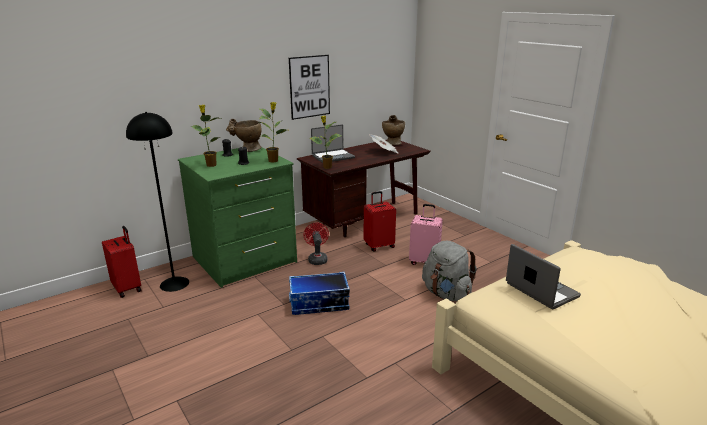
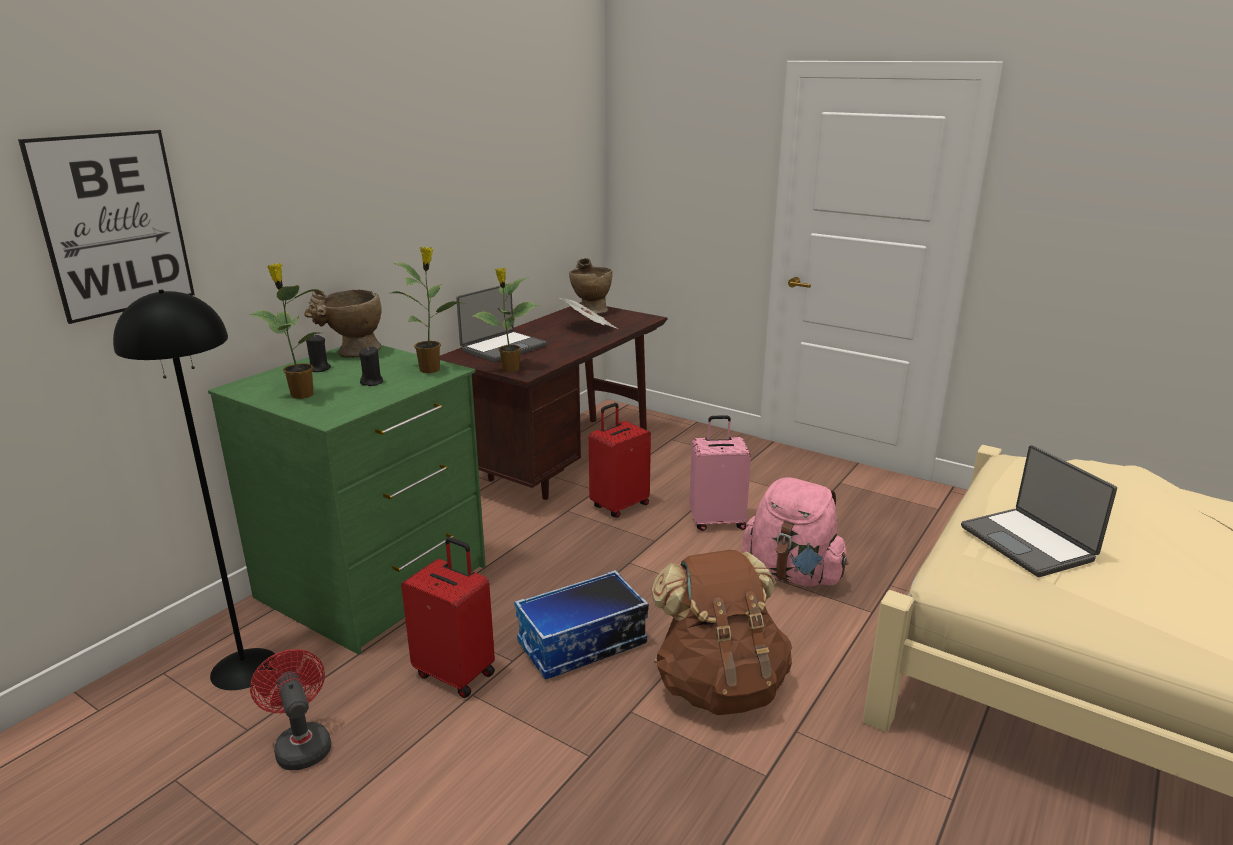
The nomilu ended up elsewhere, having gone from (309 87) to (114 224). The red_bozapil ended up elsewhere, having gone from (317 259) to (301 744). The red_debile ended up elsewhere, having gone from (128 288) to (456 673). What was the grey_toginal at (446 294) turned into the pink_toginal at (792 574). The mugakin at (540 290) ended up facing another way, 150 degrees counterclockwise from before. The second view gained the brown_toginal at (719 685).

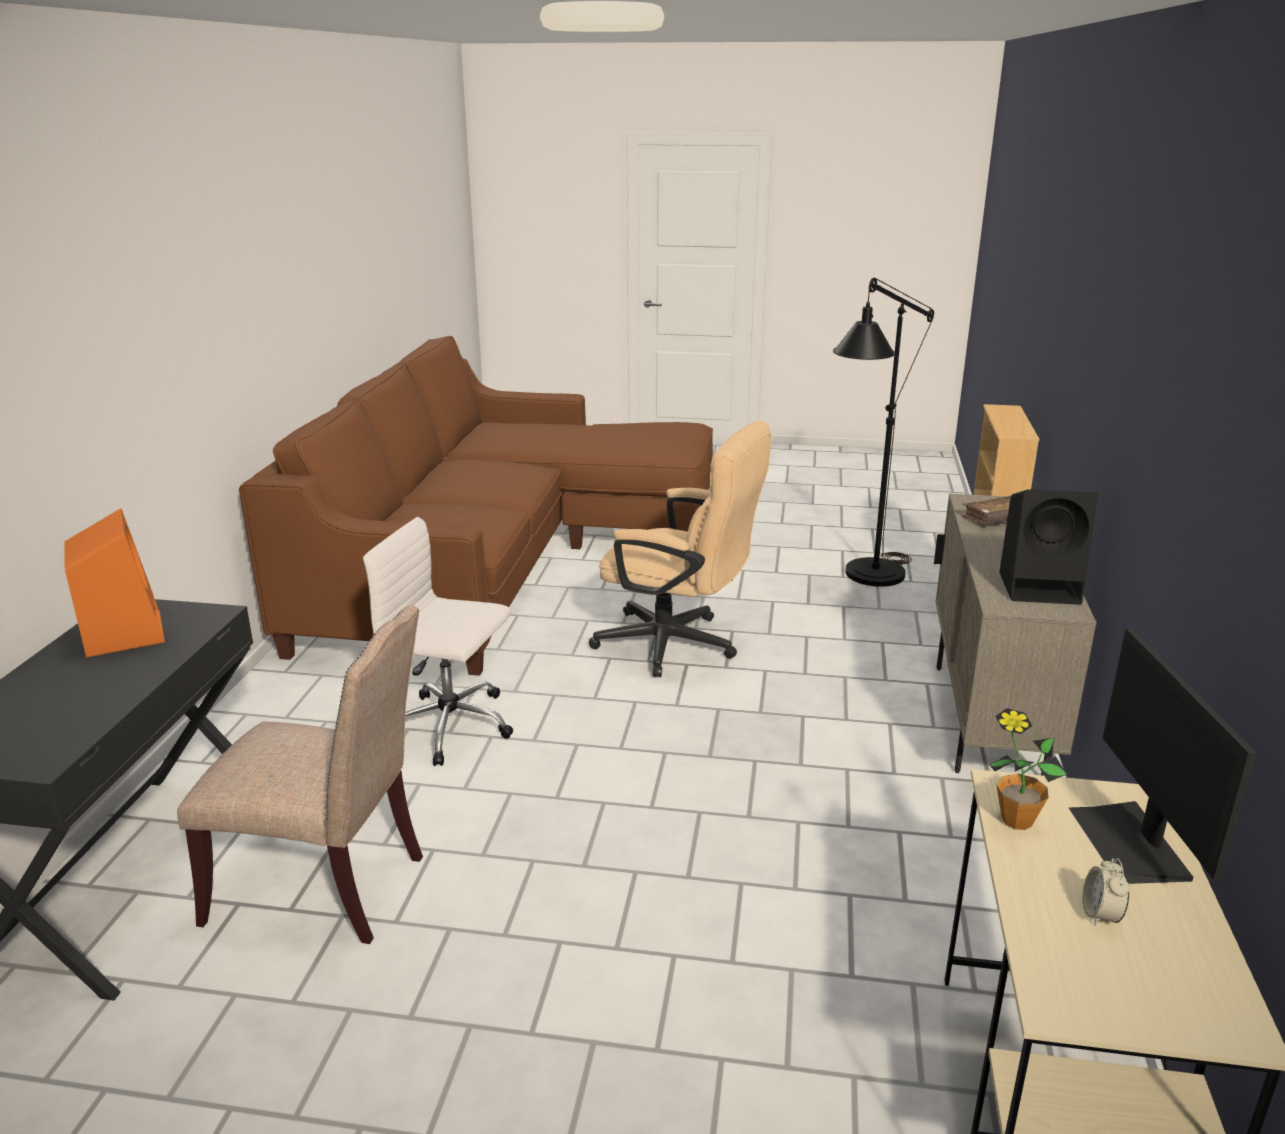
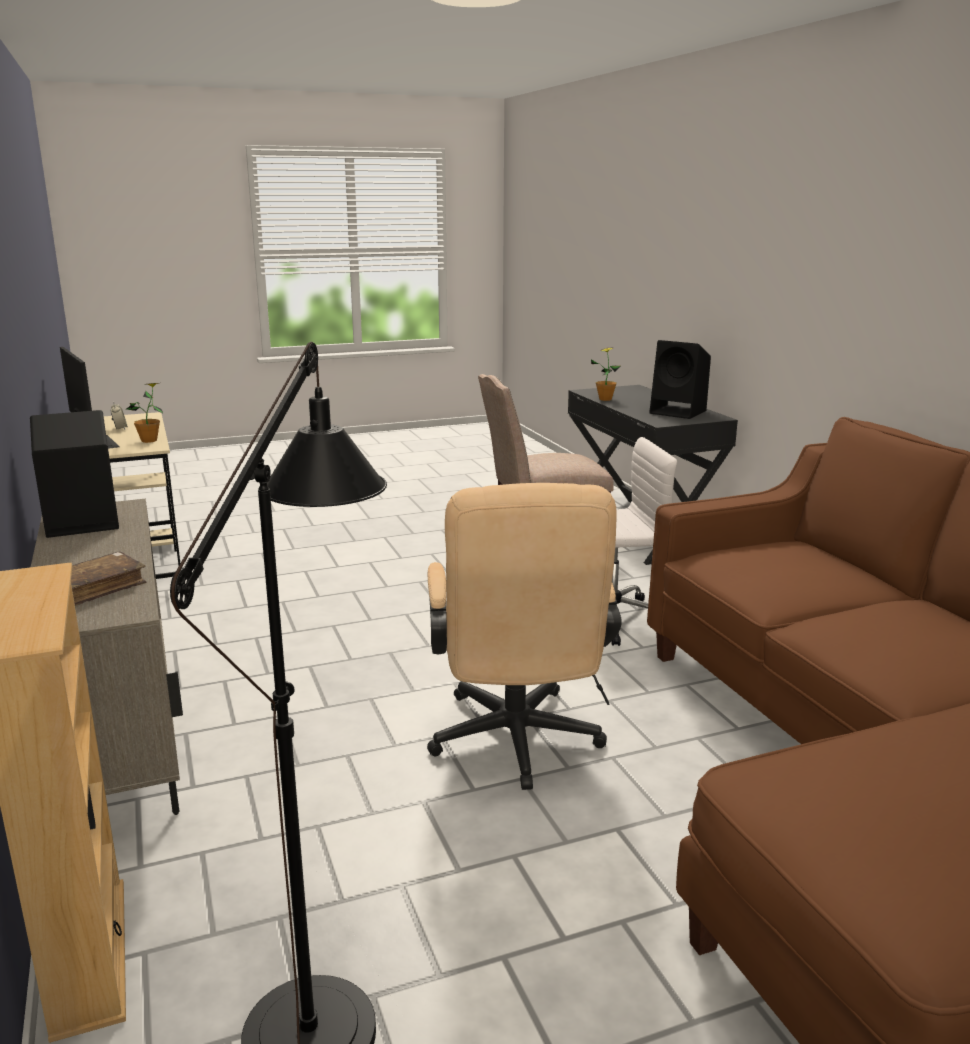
The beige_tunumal at (678 646) ended up facing another way, 90 degrees counterclockwise from before. What was the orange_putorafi at (123 633) turned into the black_putorafi at (679 412). The second view gained the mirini at (605 399).

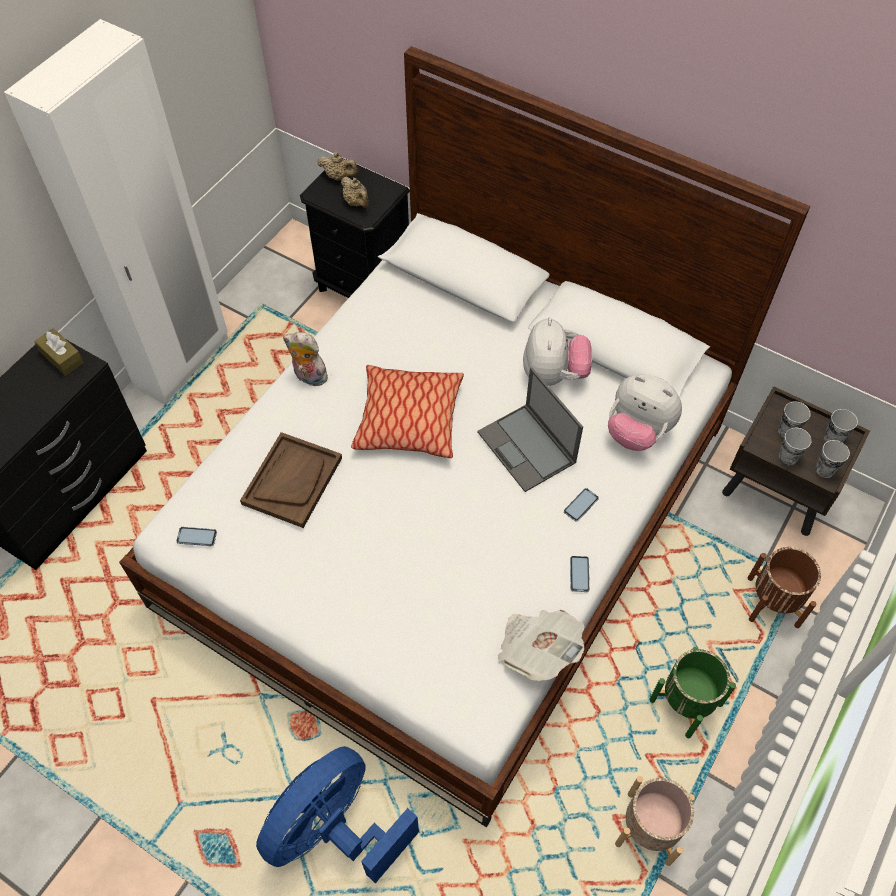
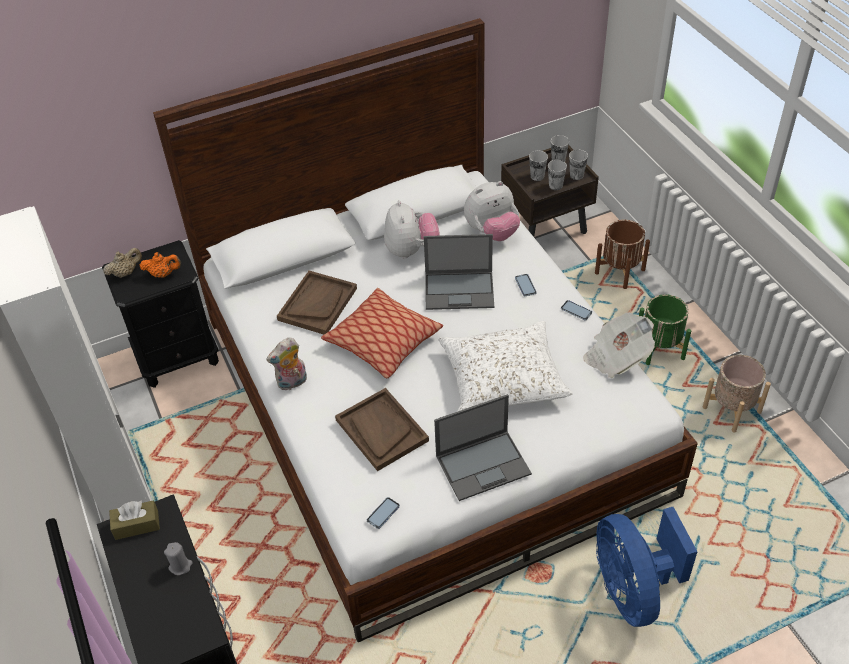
What was the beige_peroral at (357 203) turned into the orange_peroral at (163 274). The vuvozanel at (553 374) ended up facing another way, 45 degrees clockwise from before. The second view gained the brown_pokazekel at (317 304). The second view gained the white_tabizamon at (503 378). The second view gained the mugakin at (484 464). The second view gained the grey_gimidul at (180 566).

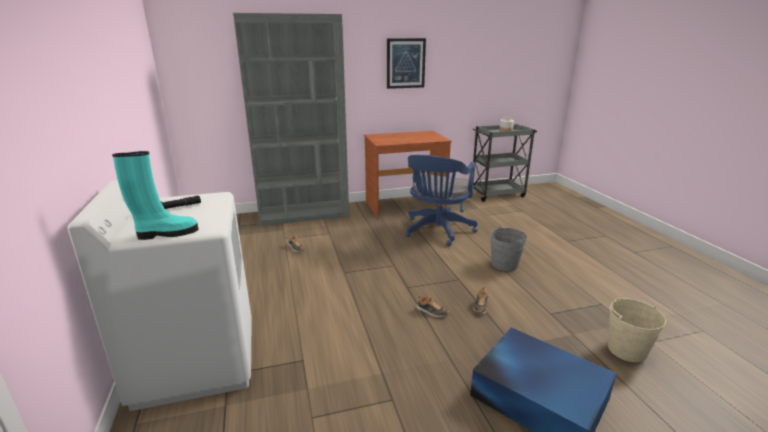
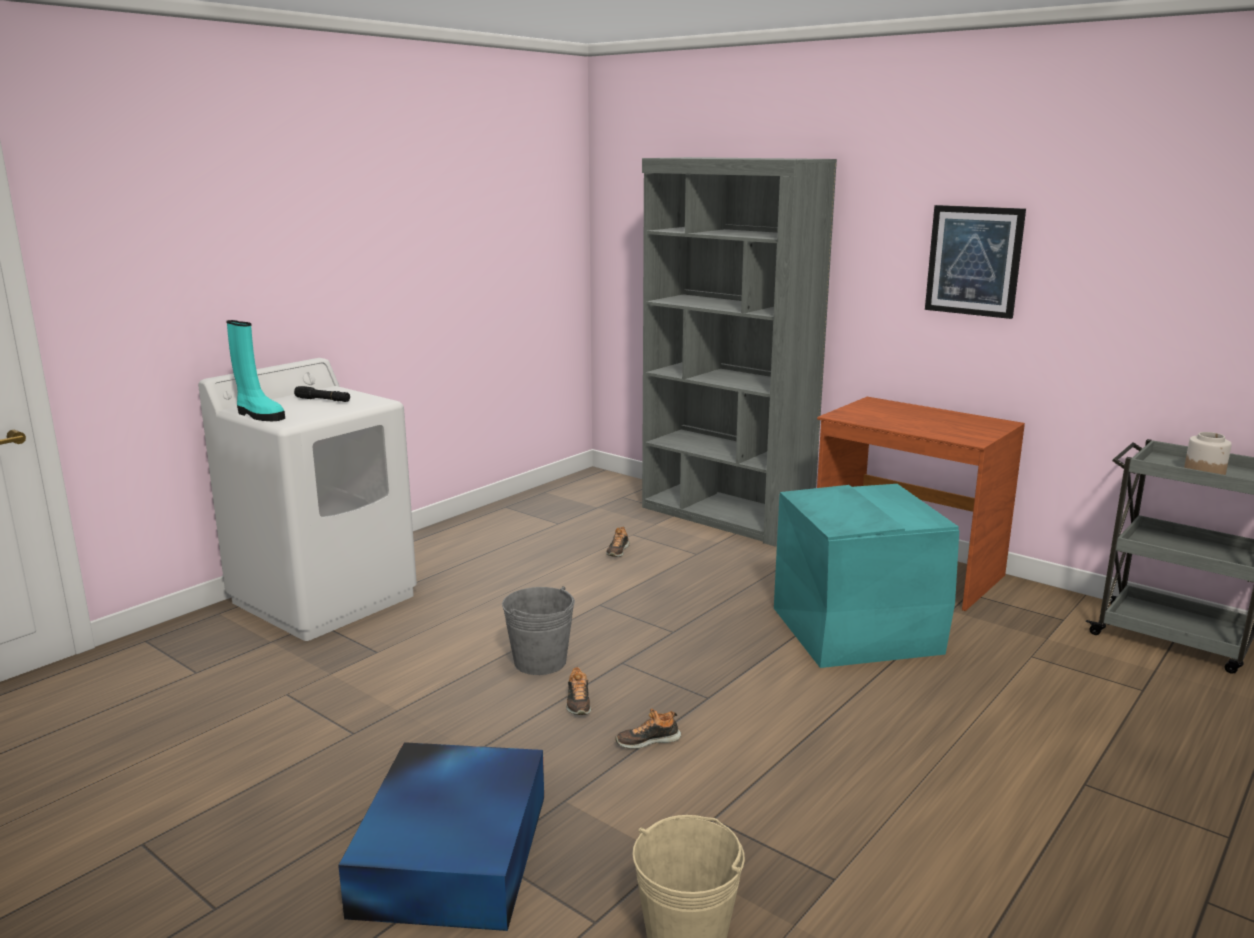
Where the blue_tunumal stood at (437 231), the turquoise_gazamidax came to stand at (856 629). The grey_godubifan ended up elsewhere, having gone from (504 264) to (540 662).

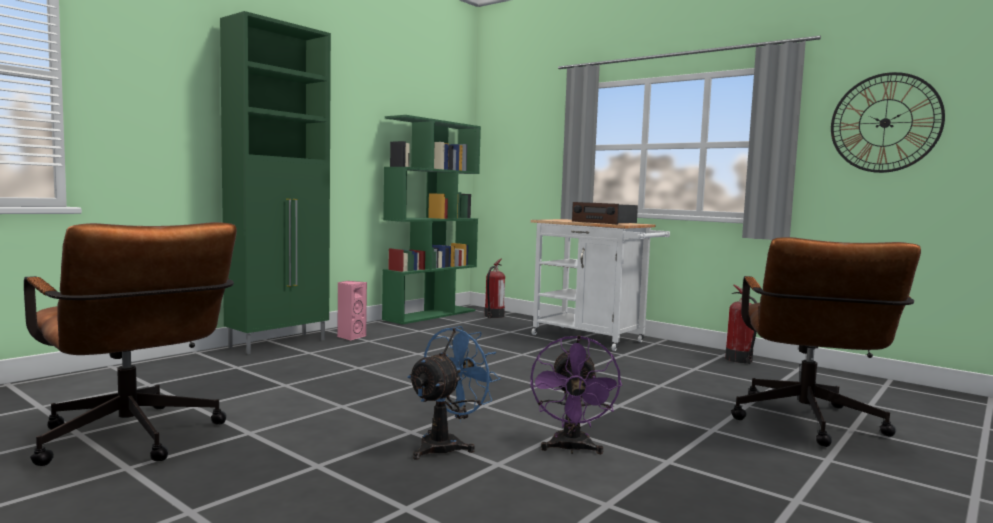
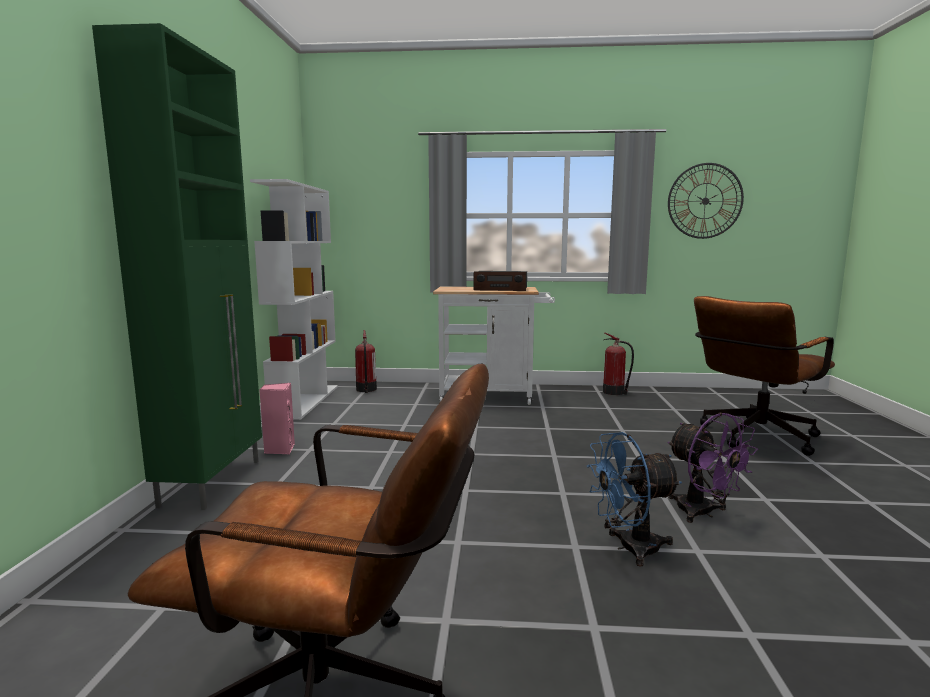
What was the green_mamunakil at (430 315) turned into the white_mamunakil at (305 401). The brown_tunumal at (807 425) ended up facing another way, 75 degrees clockwise from before. The blue_bozapil at (447 445) ended up facing another way, 105 degrees counterclockwise from before.

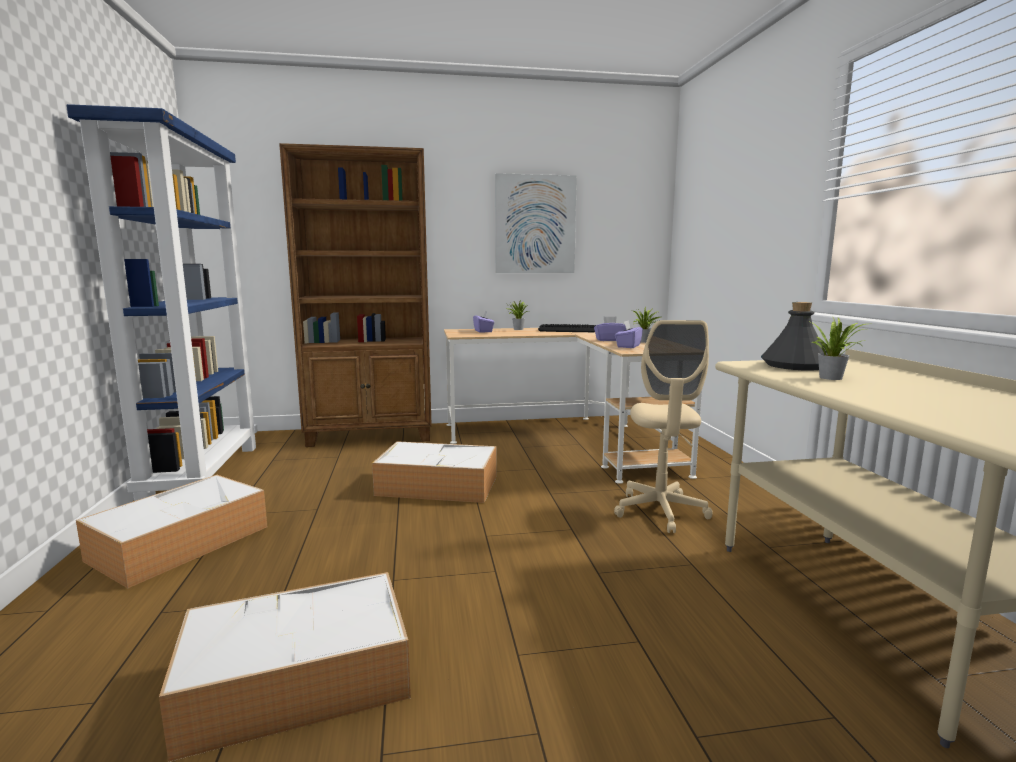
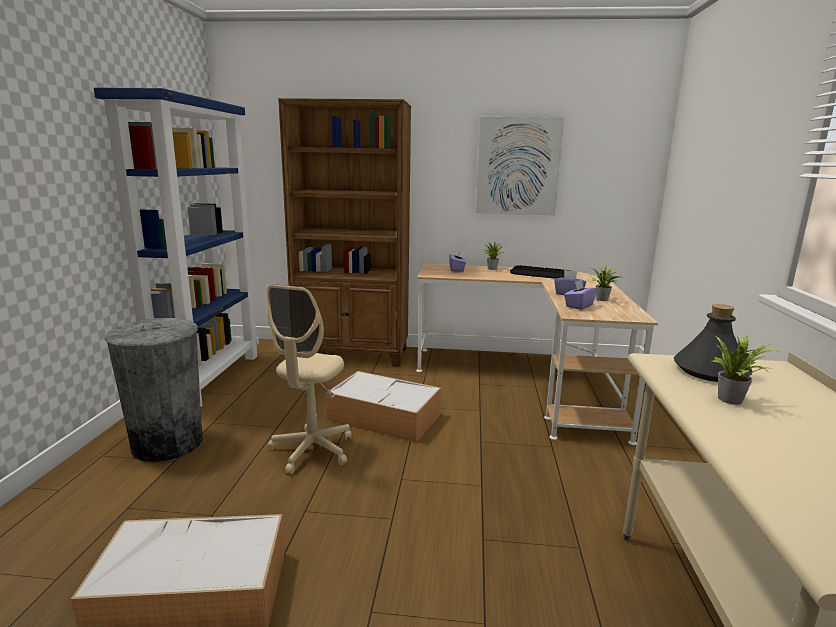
The beige_tunumal ended up elsewhere, having gone from (660 511) to (312 450). Where the gazamidax stood at (182 542), the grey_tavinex came to stand at (168 443).

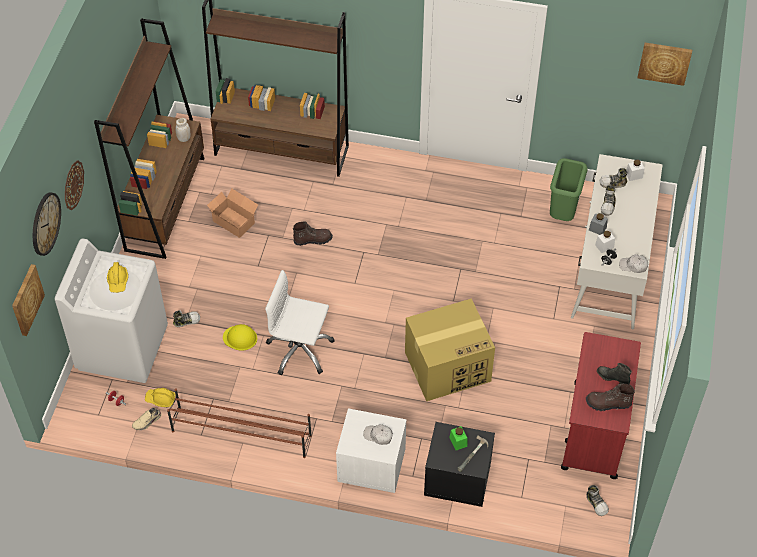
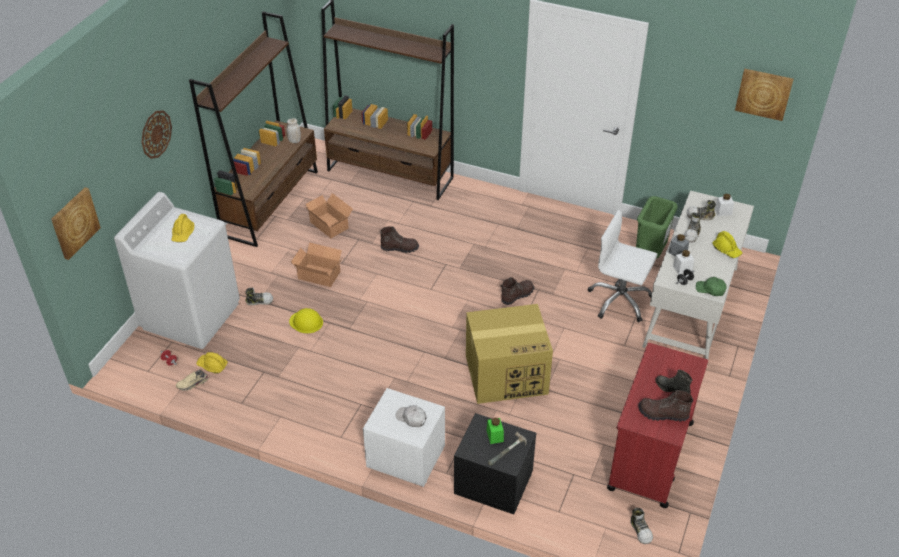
The second view lost the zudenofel at (45 223). What was the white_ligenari at (633 266) turned into the green_ligenari at (710 289). The white_tunumal ended up elsewhere, having gone from (299 350) to (620 300). The second view lost the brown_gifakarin at (241 433). The second view gained the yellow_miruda at (726 250). The second view gained the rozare at (319 274). The second view gained the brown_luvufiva at (516 295).

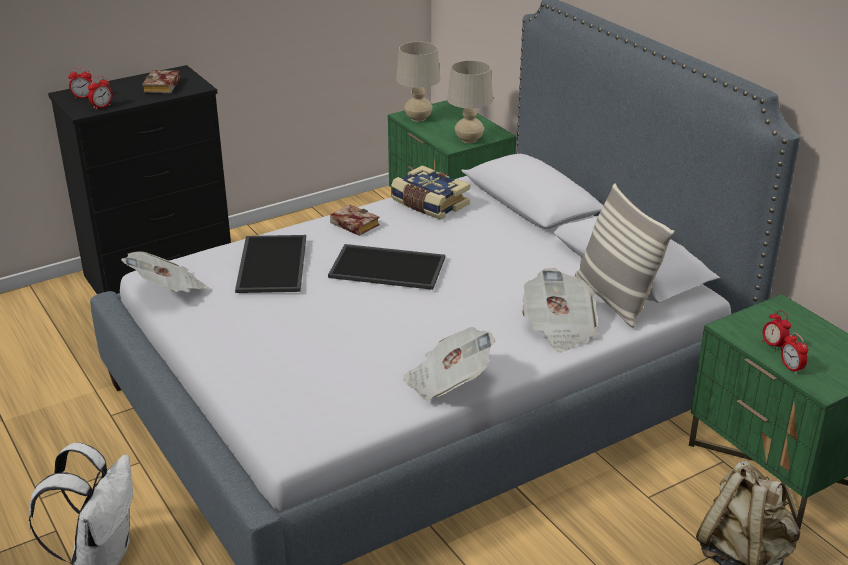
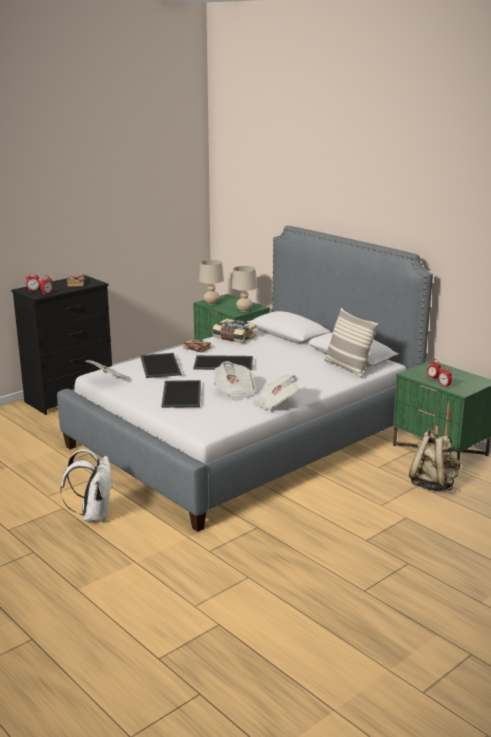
The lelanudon ended up elsewhere, having gone from (559 328) to (234 392). The second view gained the pokazekel at (180 394).

